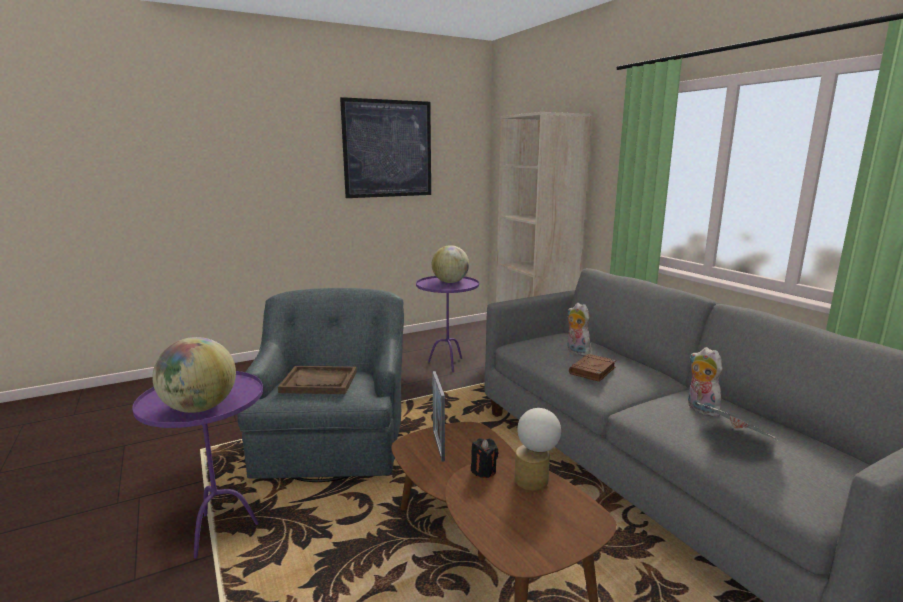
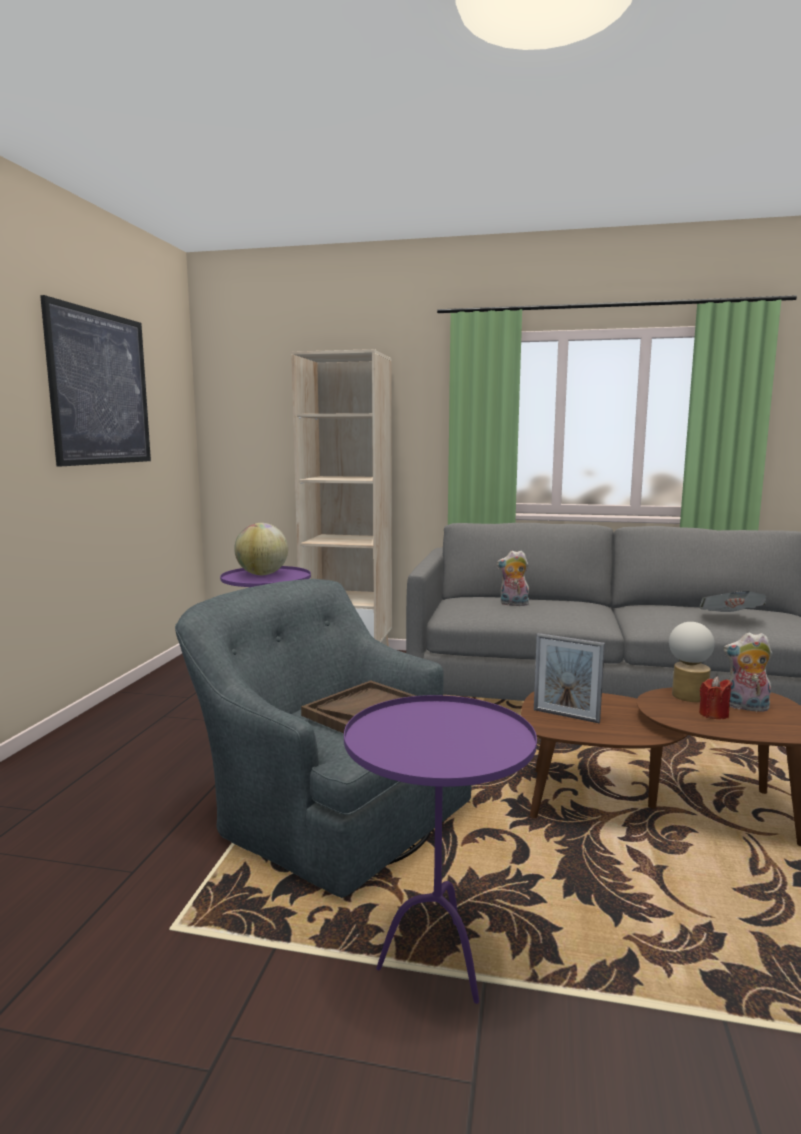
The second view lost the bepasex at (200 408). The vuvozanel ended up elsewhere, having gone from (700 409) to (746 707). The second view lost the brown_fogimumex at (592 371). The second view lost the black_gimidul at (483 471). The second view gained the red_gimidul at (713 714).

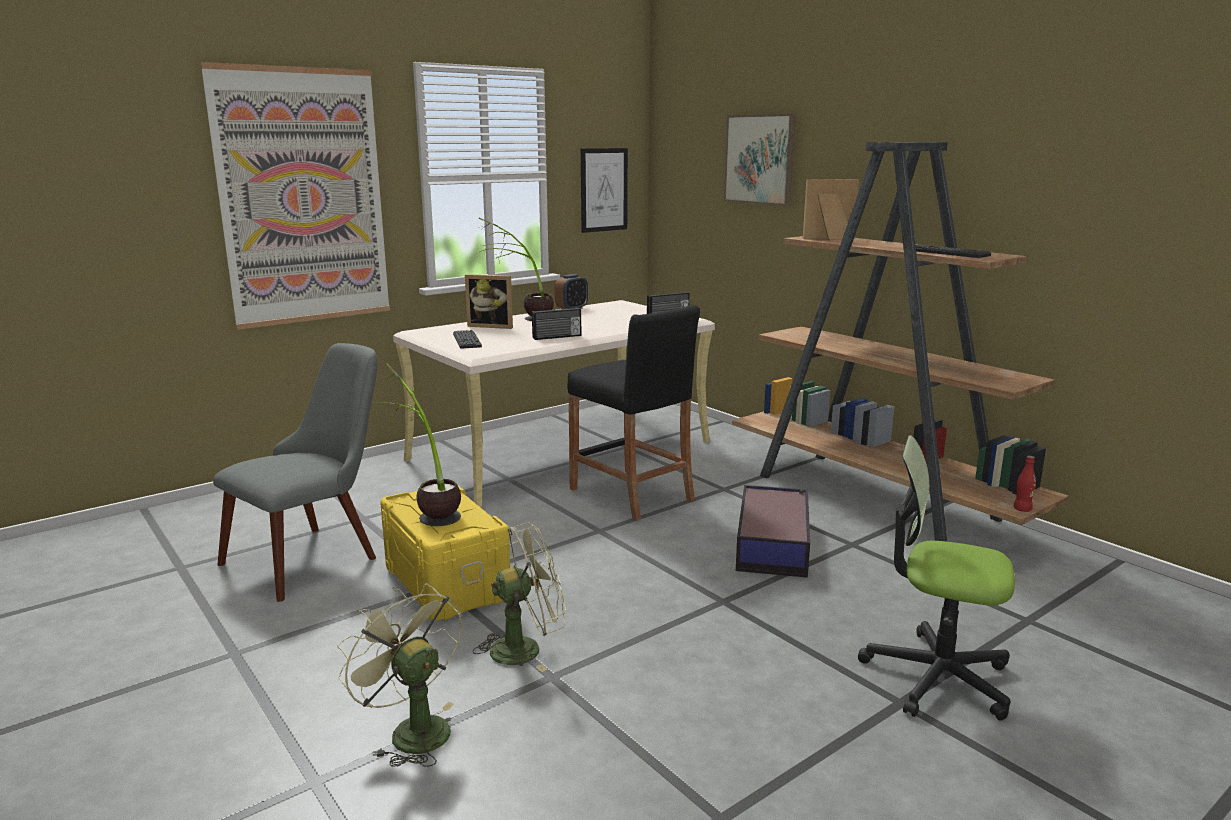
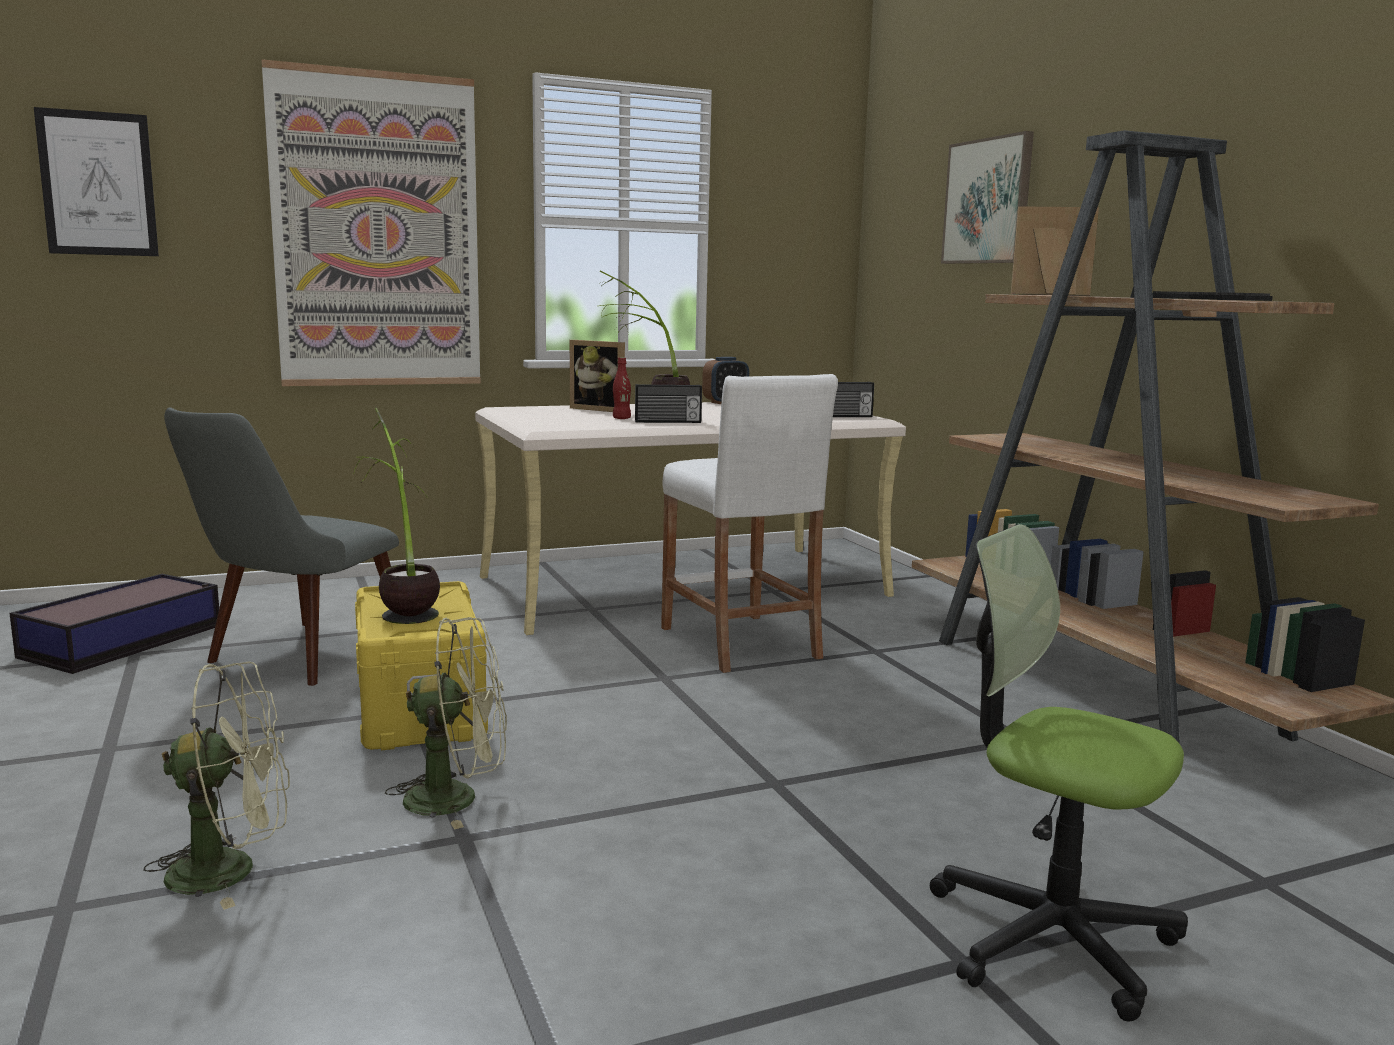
The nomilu ended up elsewhere, having gone from (604 190) to (98 184). What was the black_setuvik at (631 494) turned into the white_setuvik at (739 642). The second view lost the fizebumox at (467 340). The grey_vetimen at (315 554) ended up facing another way, 150 degrees clockwise from before. The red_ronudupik ended up elsewhere, having gone from (1022 509) to (621 418). The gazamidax ended up elsewhere, having gone from (773 543) to (125 640). The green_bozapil at (411 730) ended up facing another way, 105 degrees clockwise from before.

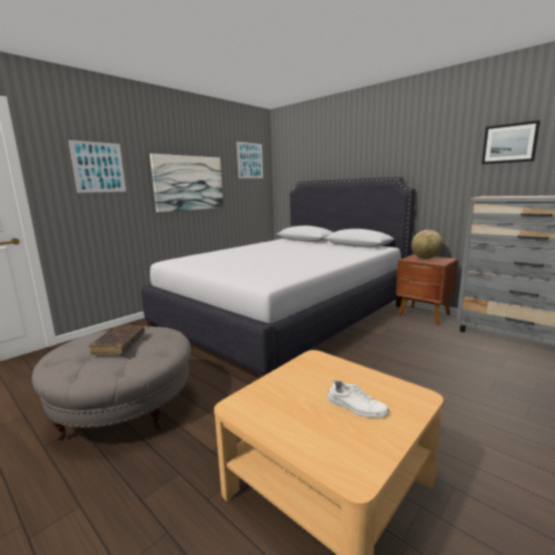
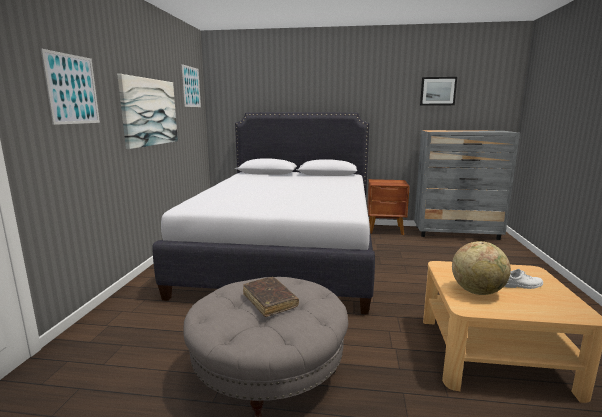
The bepasex ended up elsewhere, having gone from (425 258) to (477 291).

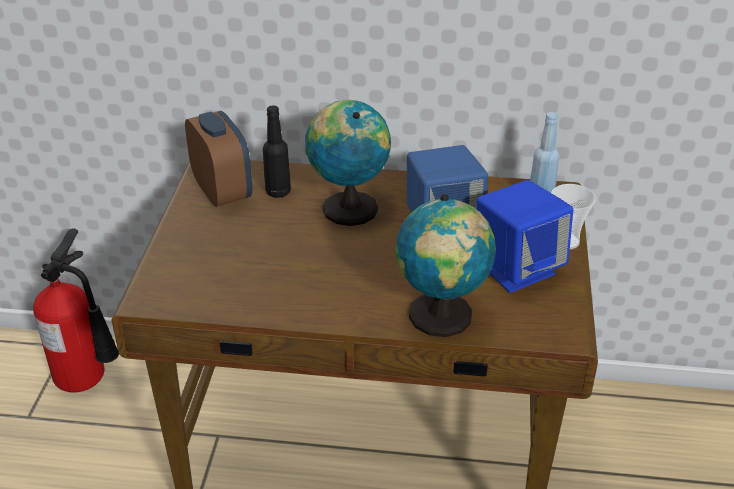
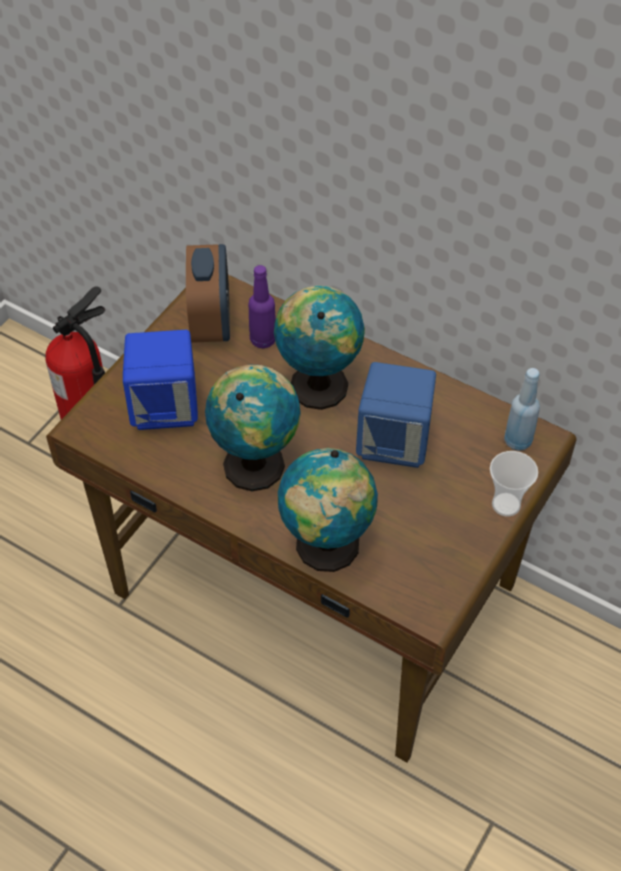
What was the black_ronudupik at (278 192) turned into the purple_ronudupik at (263 340). The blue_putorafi ended up elsewhere, having gone from (517 269) to (166 408). The second view gained the bepasex at (256 462).

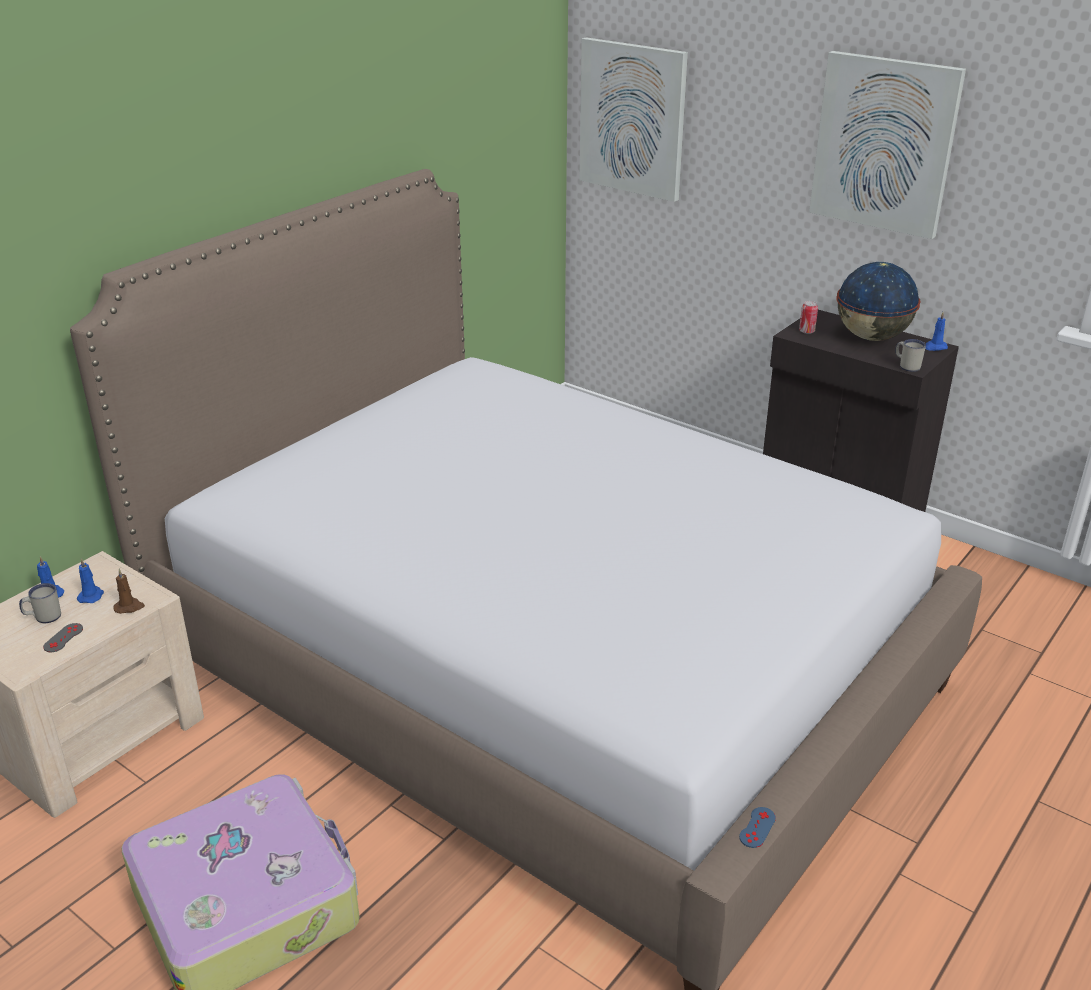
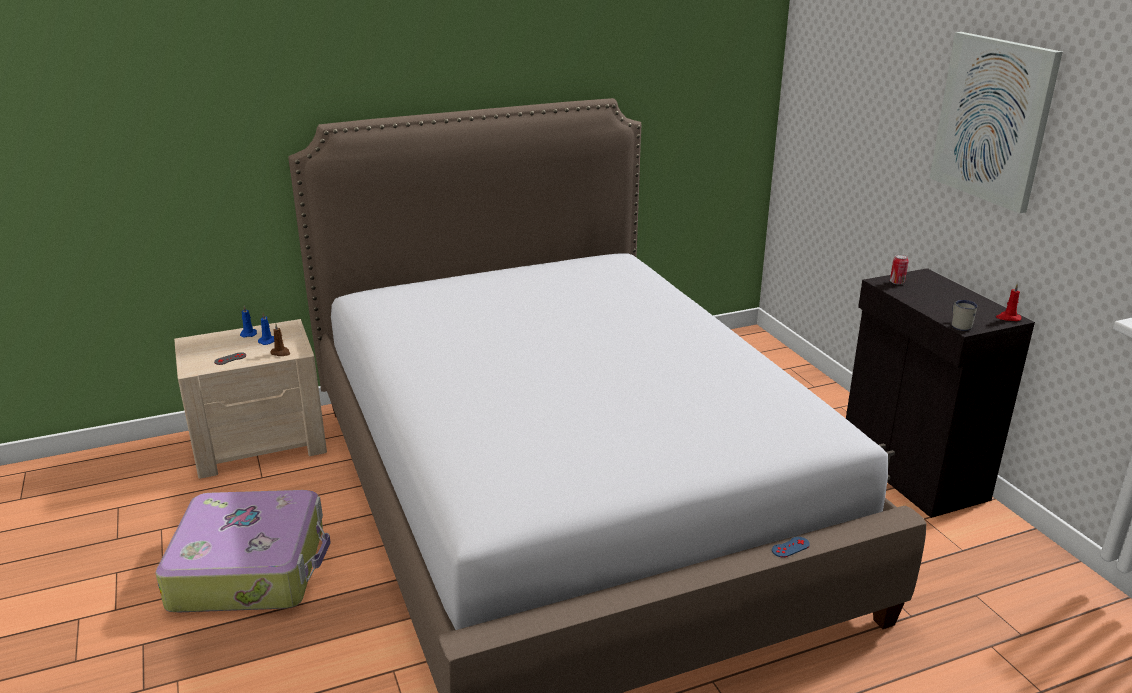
The second view lost the nomilu at (632 119). The second view lost the bepasex at (872 337). What was the blue_gimidul at (935 347) turned into the red_gimidul at (1008 318). The second view lost the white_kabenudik at (43 617). The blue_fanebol ended up elsewhere, having gone from (757 827) to (790 547).

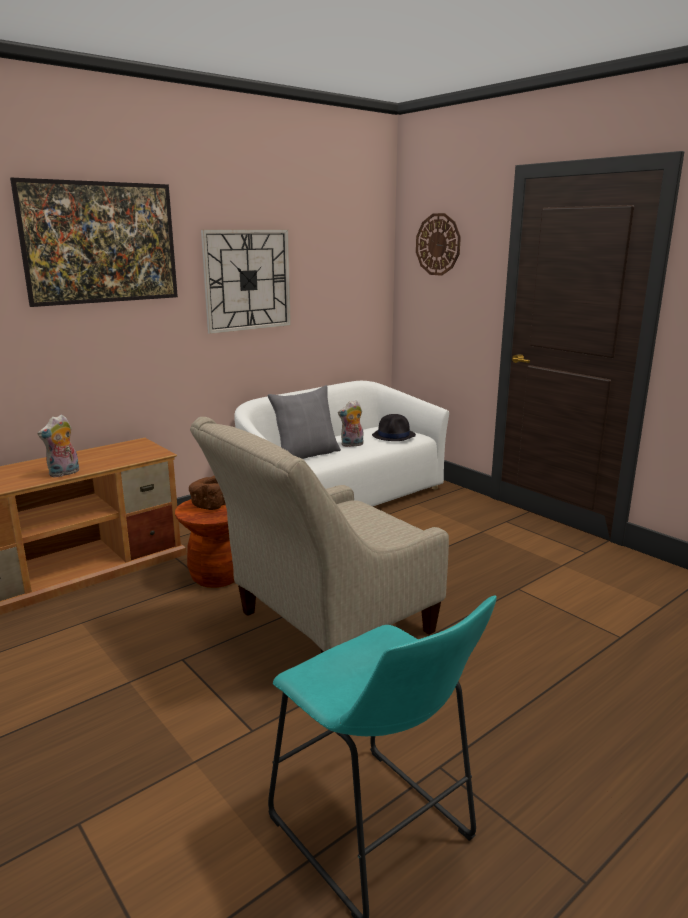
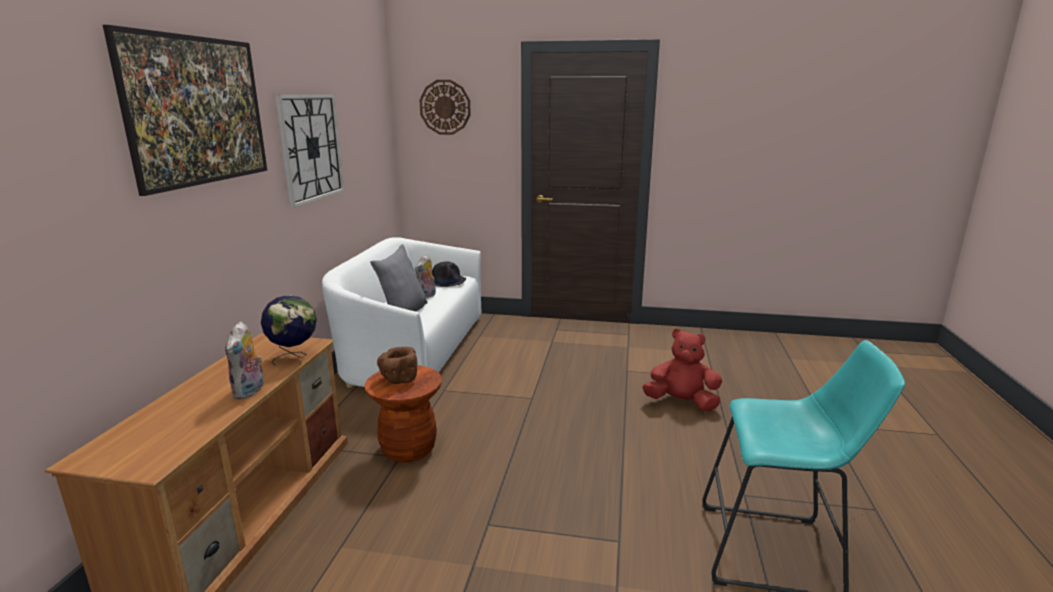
The second view lost the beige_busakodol at (324 627). The second view gained the bepasex at (294 357). The second view gained the red_vuvozanel at (681 403).

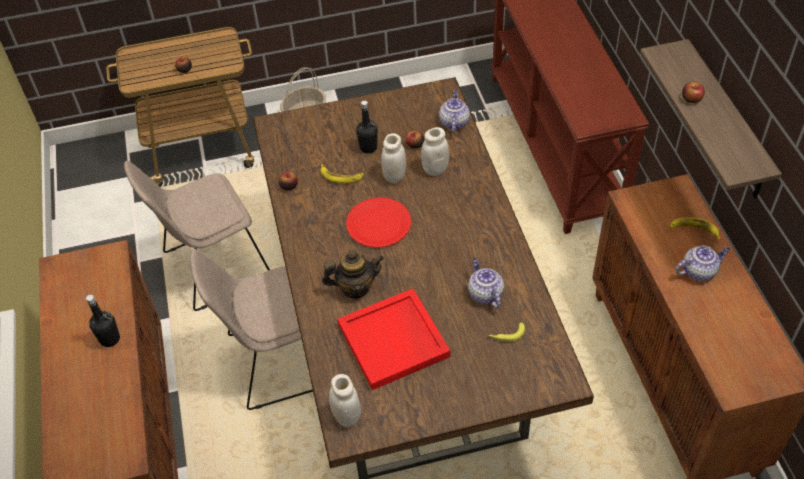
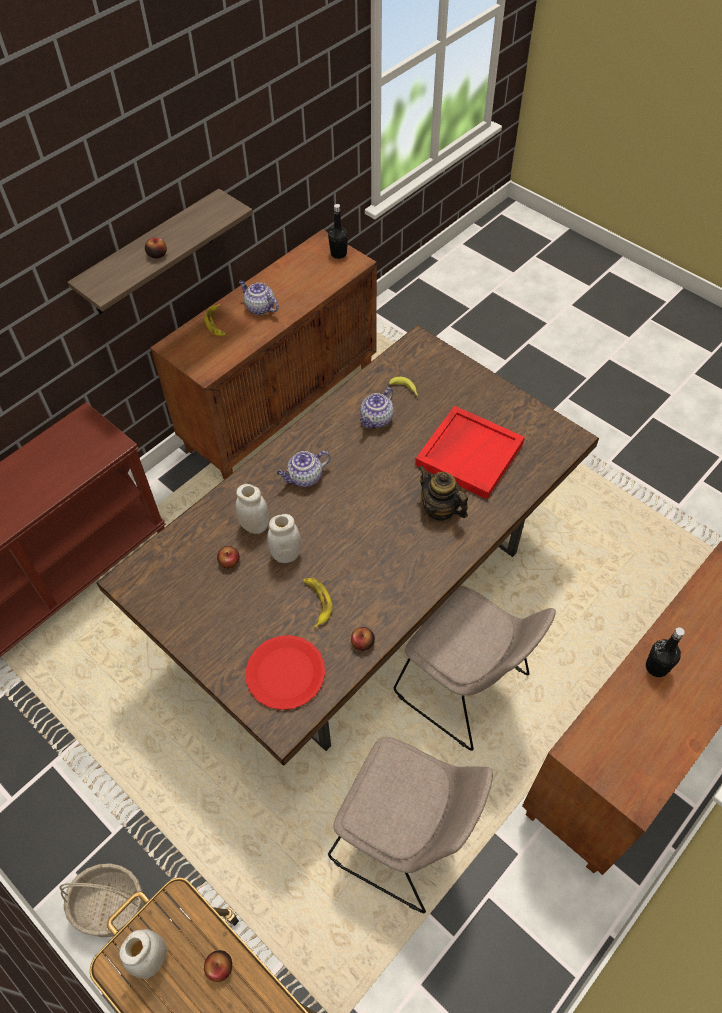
The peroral ended up elsewhere, having gone from (454 122) to (304 478). The black_ronudupik ended up elsewhere, having gone from (368 148) to (338 254). The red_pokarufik ended up elsewhere, having gone from (378 224) to (286 673). The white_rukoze ended up elsewhere, having gone from (347 416) to (151 958).

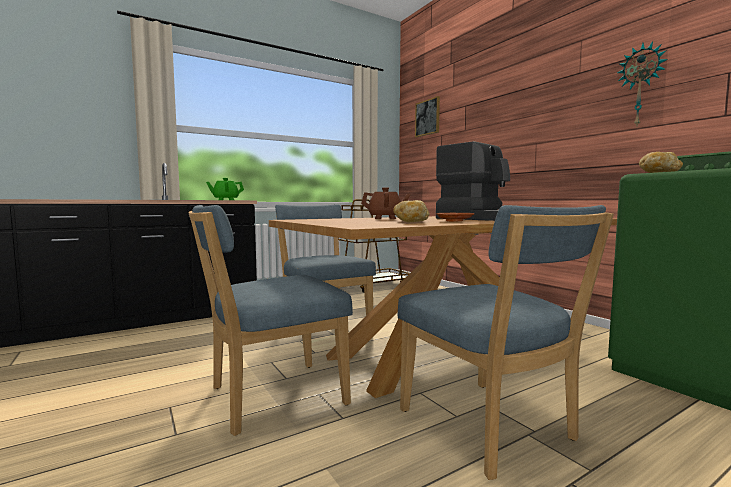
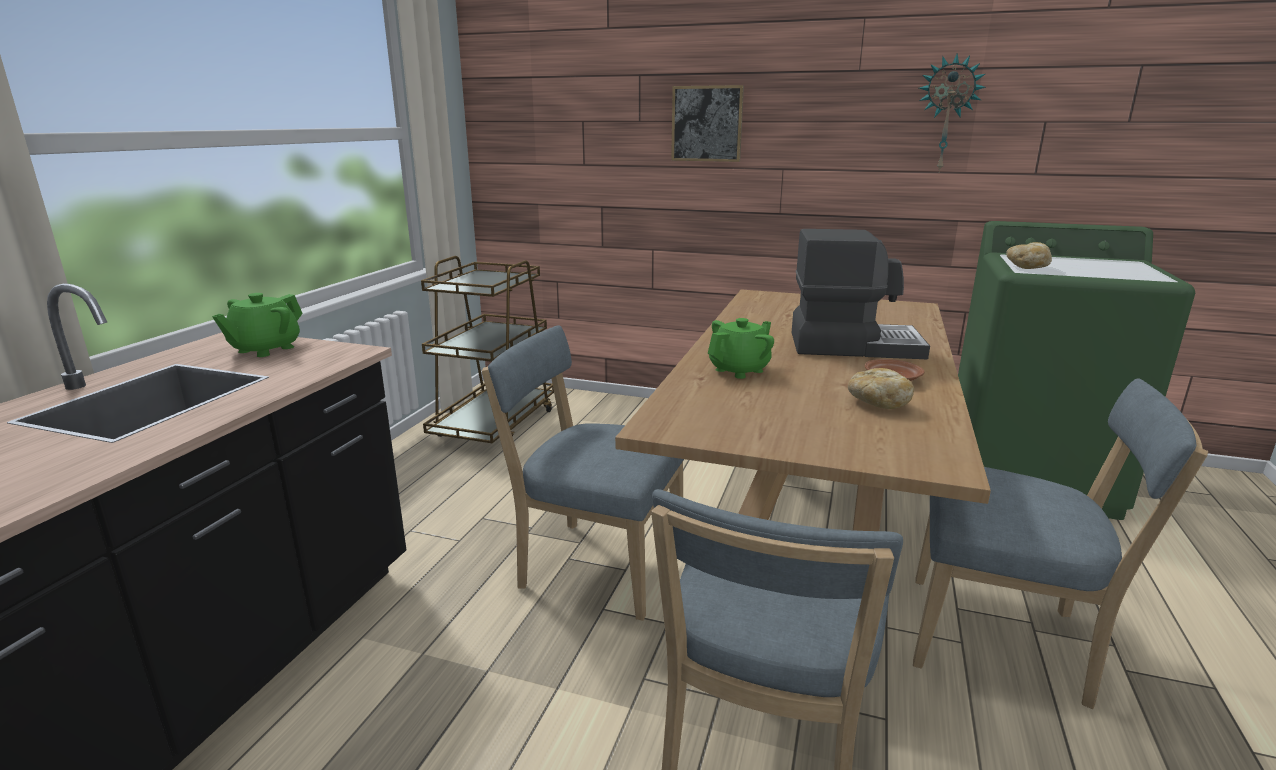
The nomilu ended up elsewhere, having gone from (427 117) to (707 124). What was the brown_peroral at (385 218) turned into the green_peroral at (739 370).

